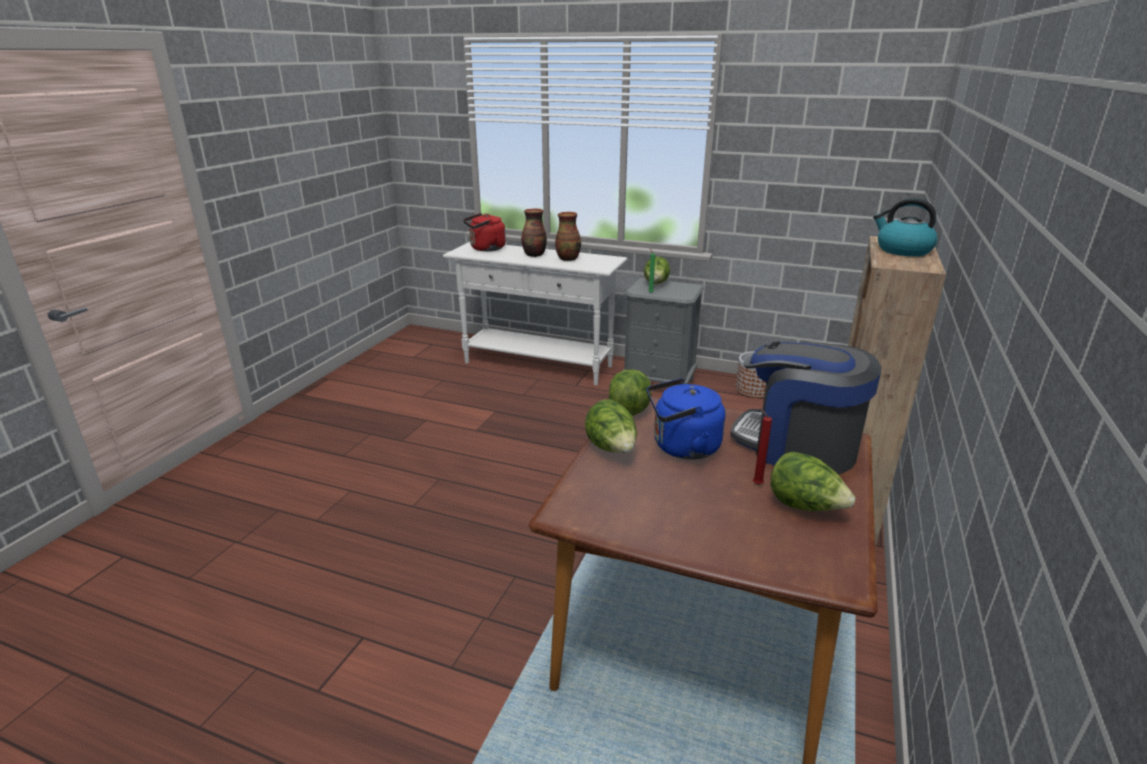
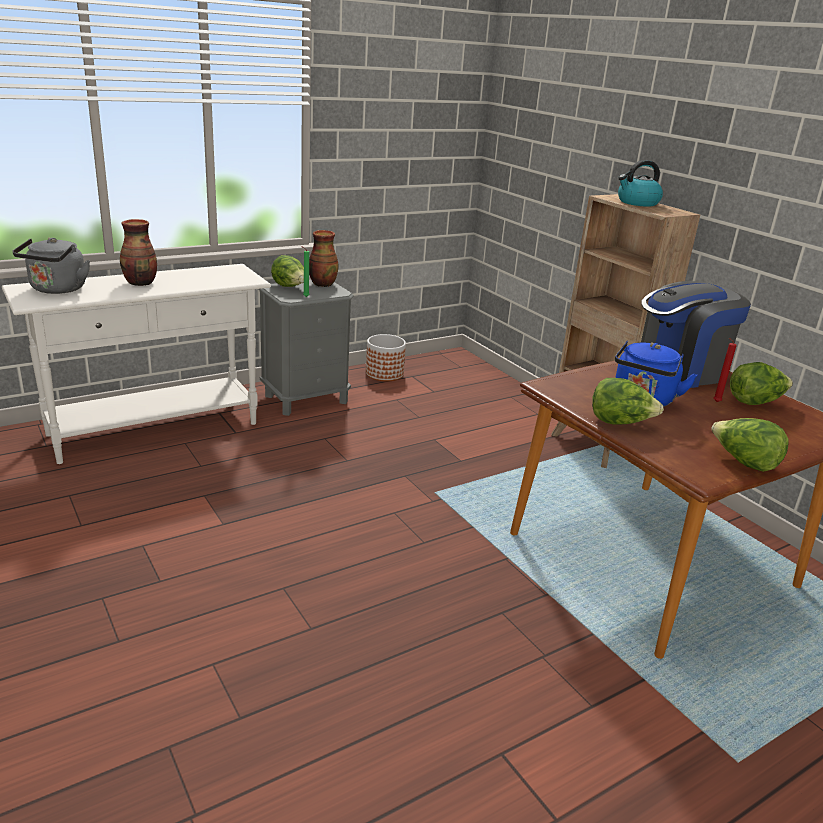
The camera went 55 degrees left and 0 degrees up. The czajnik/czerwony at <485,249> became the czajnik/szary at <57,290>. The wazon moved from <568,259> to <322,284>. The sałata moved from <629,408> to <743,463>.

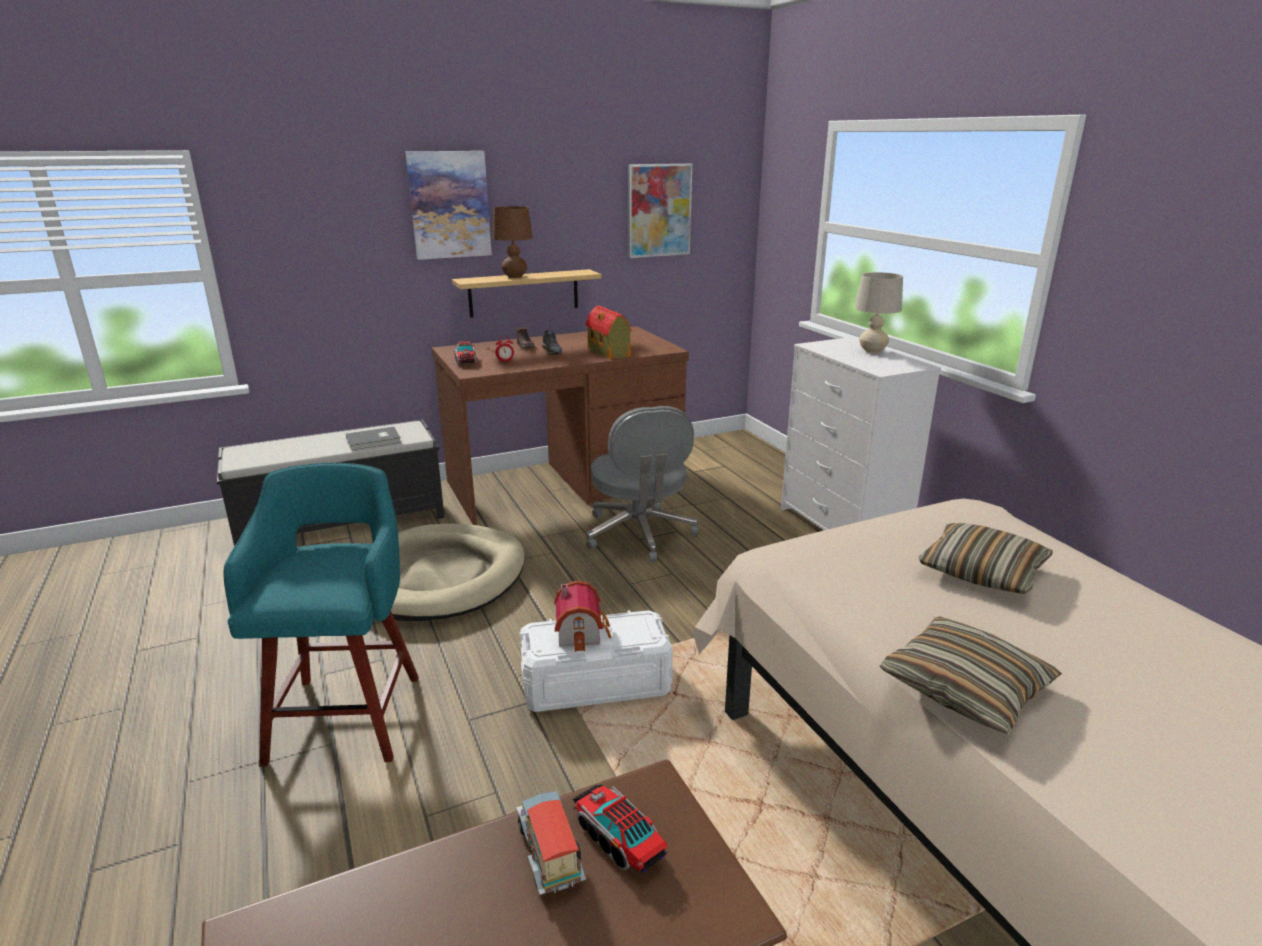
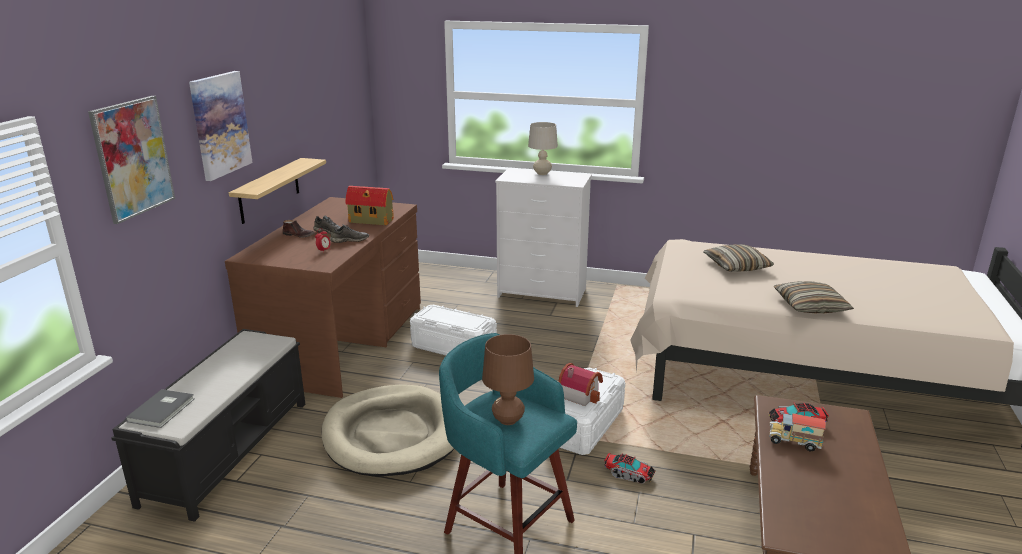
The camera went 50 degrees left and 0 degrees up. The książka/szary moved from <374,440> to <163,410>. The ciężarówka zabawkowa moved from <465,361> to <629,474>. The lampa stołowa/brązowy moved from <514,277> to <508,420>. The krzesło biurowe/szary at <639,534> was replaced by the pojemnik do przechowywania/biały at <454,347>. The obraz moved from <659,210> to <133,158>. The but/szary at <350,240> appeared.

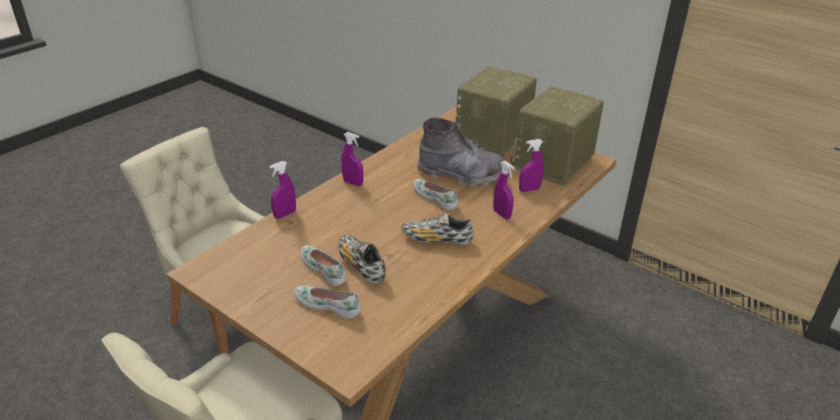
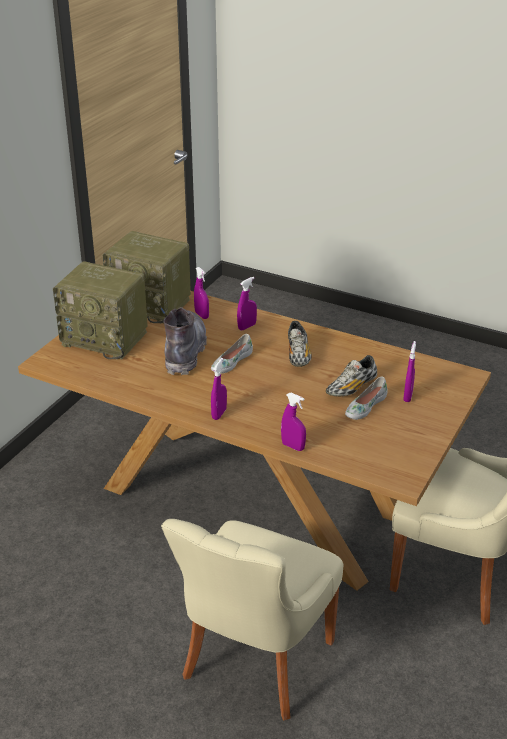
The camera went 100 degrees left and 0 degrees up. The but/biały at <328,305> was replaced by the spryskiwacz/fioletowy at <408,396>.

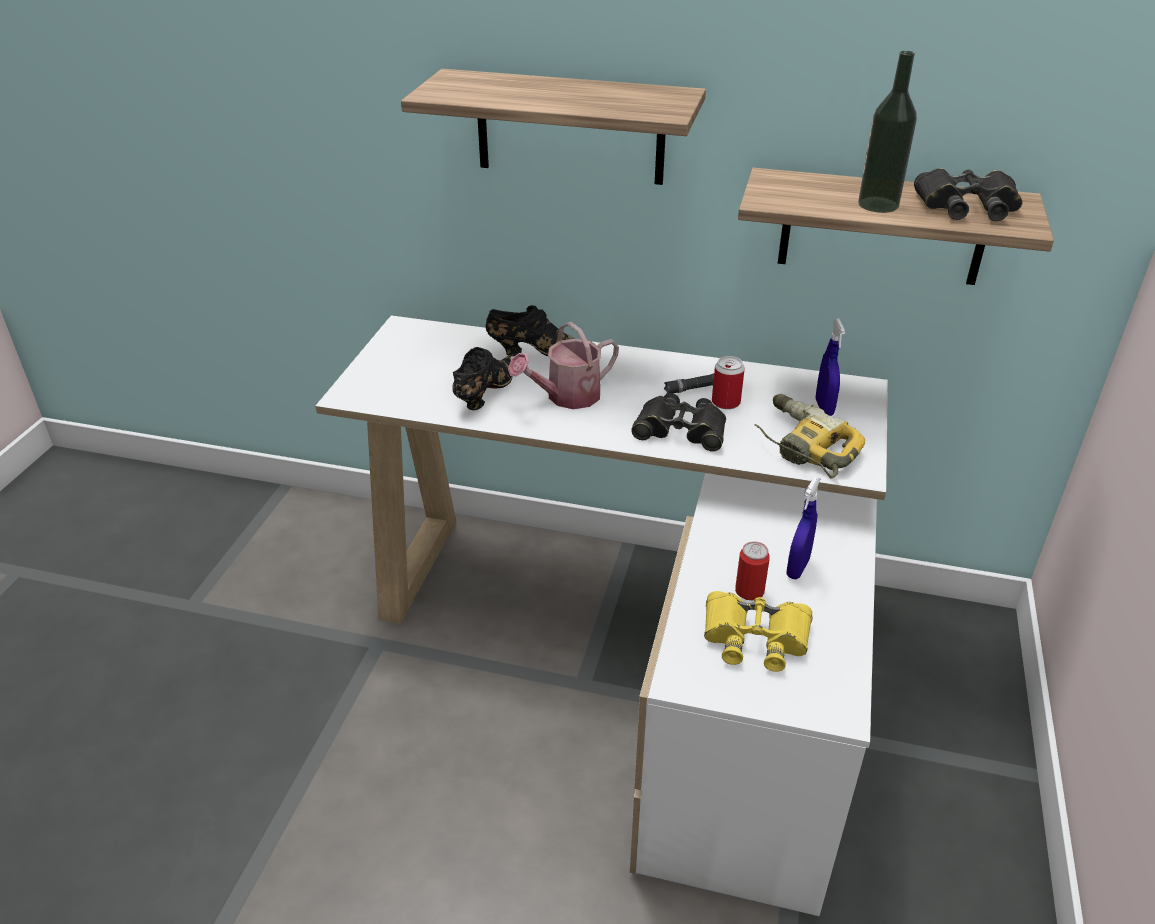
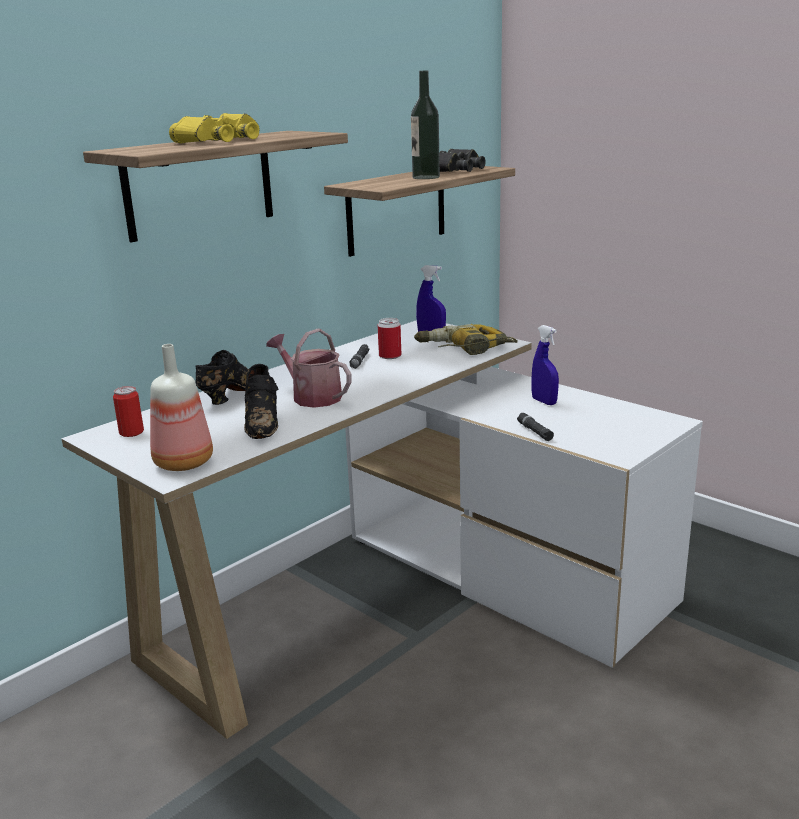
The camera went 60 degrees left and 15 degrees down. The but/czarny at <483,394> turned 150 degrees counterclockwise. The konewka at <566,397> turned 135 degrees clockwise. The lornetka/czarny at <680,430> disappeared. The lornetka/żółty moved from <755,637> to <220,141>. The puszka moved from <749,591> to <131,432>. The butelka at <185,463> appeared. The latarka/czarny at <534,431> appeared.

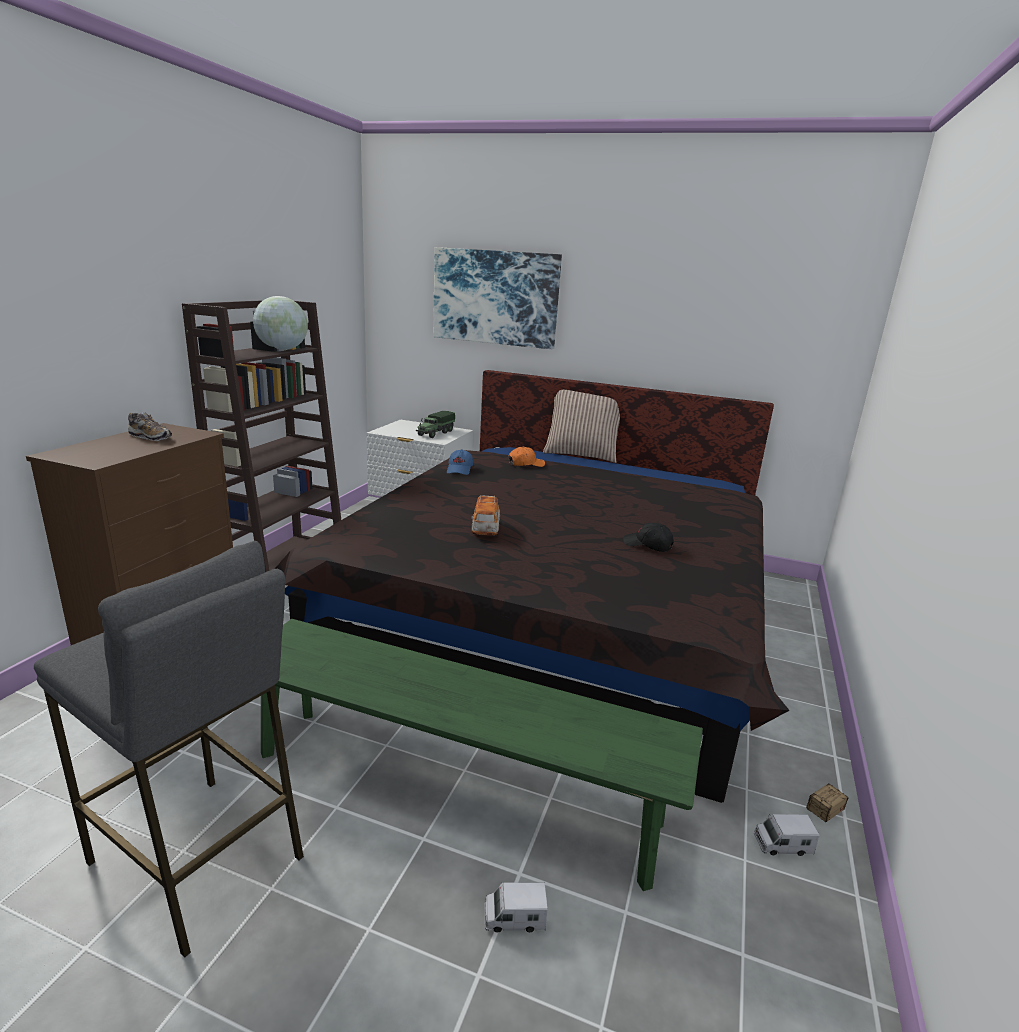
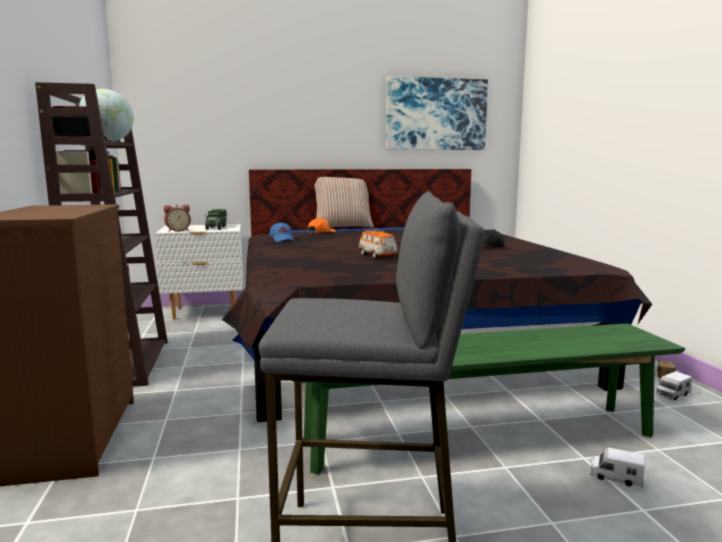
The camera went 30 degrees left and 10 degrees down. The but at <150,437> disappeared. The obraz moved from <495,297> to <436,114>. The ciężarówka zabawkowa at <514,918> turned 60 degrees clockwise. The budzik at <177,231> appeared.

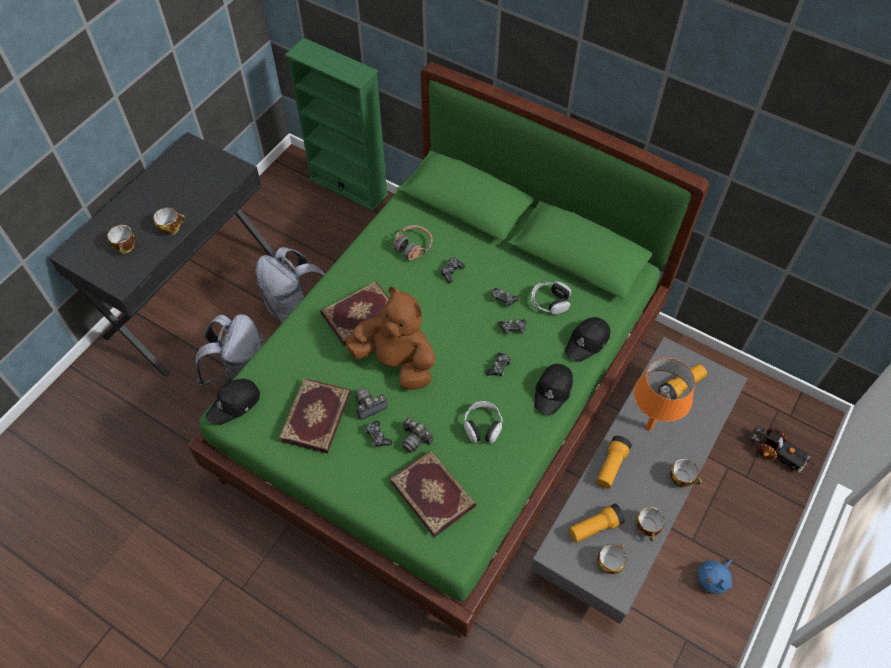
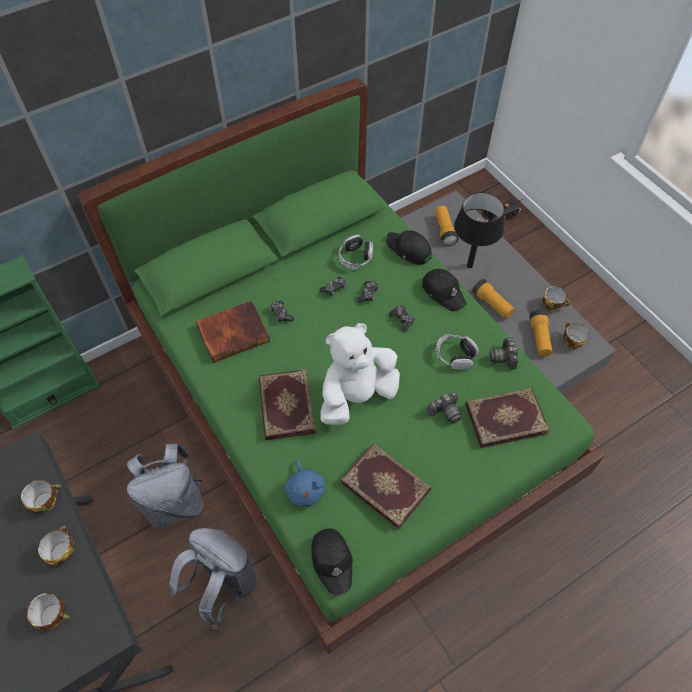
The camera went 65 degrees left and 0 degrees up. The pluszak/brązowy at <396,362> became the pluszak/biały at <356,395>. The aparat fotograficzny moved from <369,406> to <504,358>. The pad do gier at <377,436> disappeared. The słuchawki at <413,246> was replaced by the książka at <233,332>. The czapka z daszkiem/czarny at <587,342> turned 150 degrees clockwise. The lampa stołowa/pomarańczowy at <649,427> became the lampa stołowa/czarny at <470,266>. The filiżanka moved from <682,478> to <46,500>. The pluszak/niebieski moved from <713,579> to <305,489>.

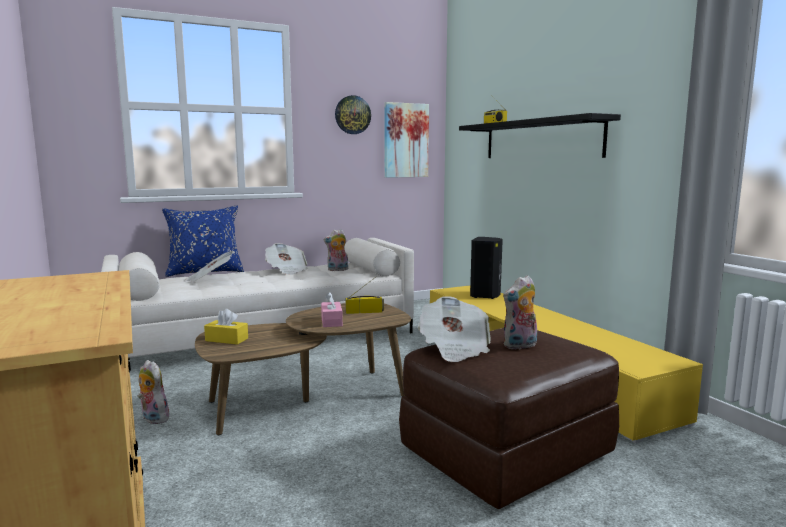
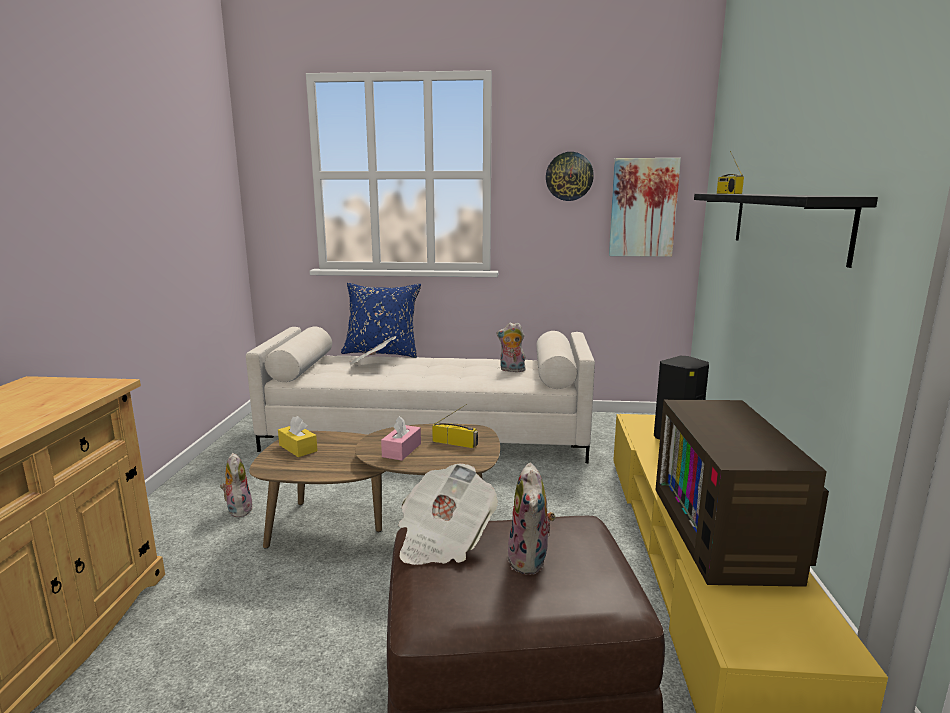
The camera went 30 degrees right and 5 degrees up. The gazeta at <286,270> disappeared. The pluszak at <520,346> turned 90 degrees counterclockwise. The telewizor at <727,532> appeared.

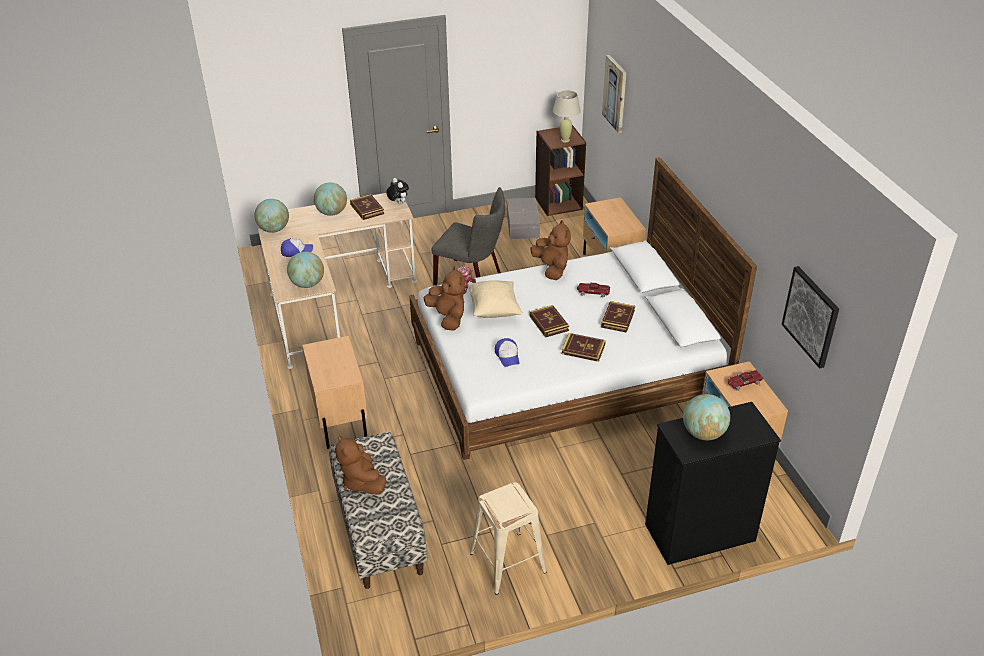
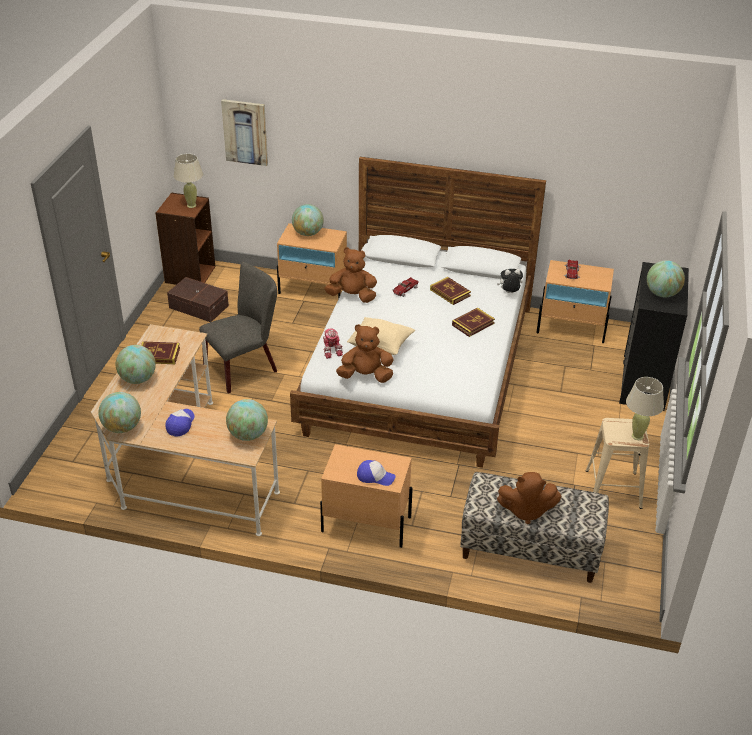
The camera went 60 degrees left and 0 degrees up. The pluszak moved from <398,203> to <509,293>. The czapka z daszkiem moved from <508,356> to <375,476>. The pojemnik do przechowywania/szary at <523,225> became the pojemnik do przechowywania/brązowy at <199,306>. The książka at <549,323> disappeared. The obraz at <811,316> disappeared. The globus at <308,233> appeared. The lampa stołowa/beżowy at <637,436> appeared.

